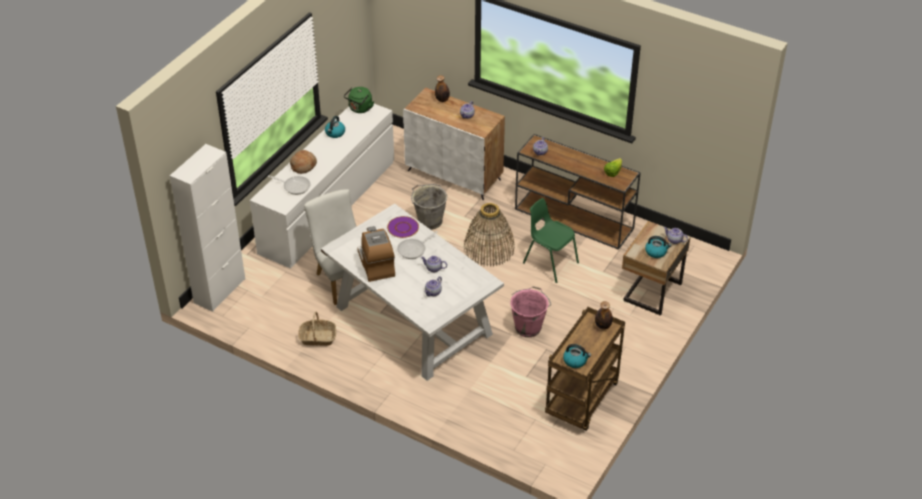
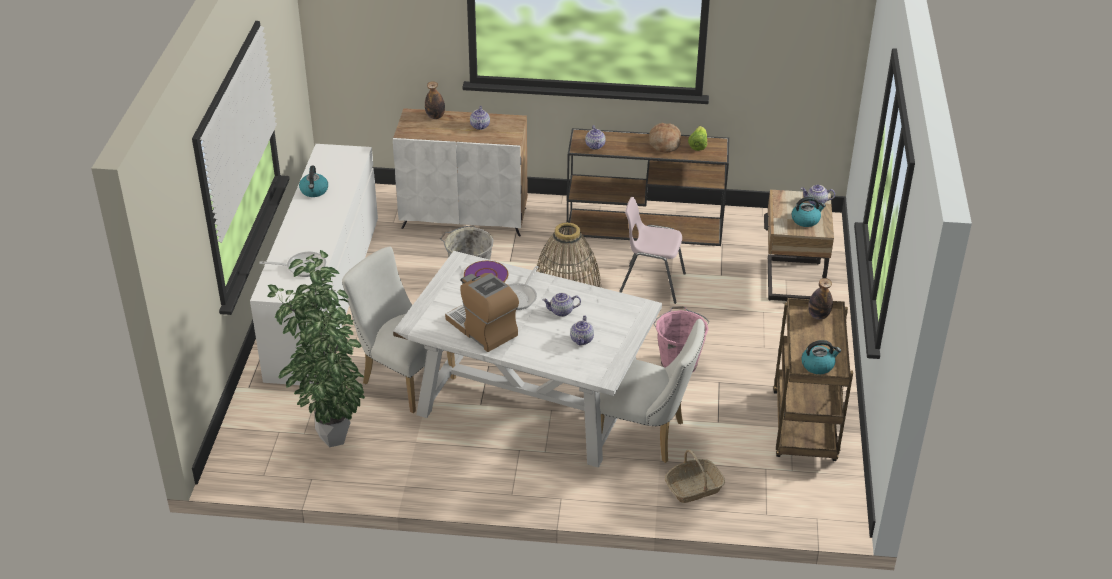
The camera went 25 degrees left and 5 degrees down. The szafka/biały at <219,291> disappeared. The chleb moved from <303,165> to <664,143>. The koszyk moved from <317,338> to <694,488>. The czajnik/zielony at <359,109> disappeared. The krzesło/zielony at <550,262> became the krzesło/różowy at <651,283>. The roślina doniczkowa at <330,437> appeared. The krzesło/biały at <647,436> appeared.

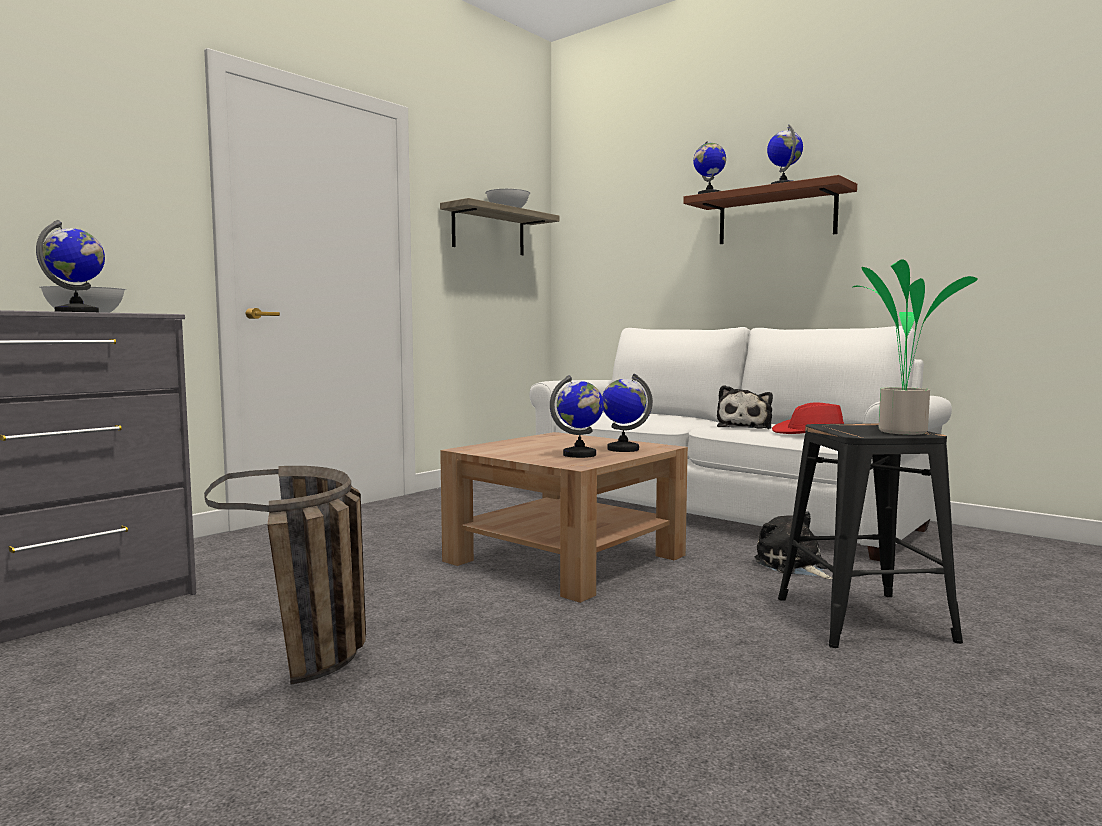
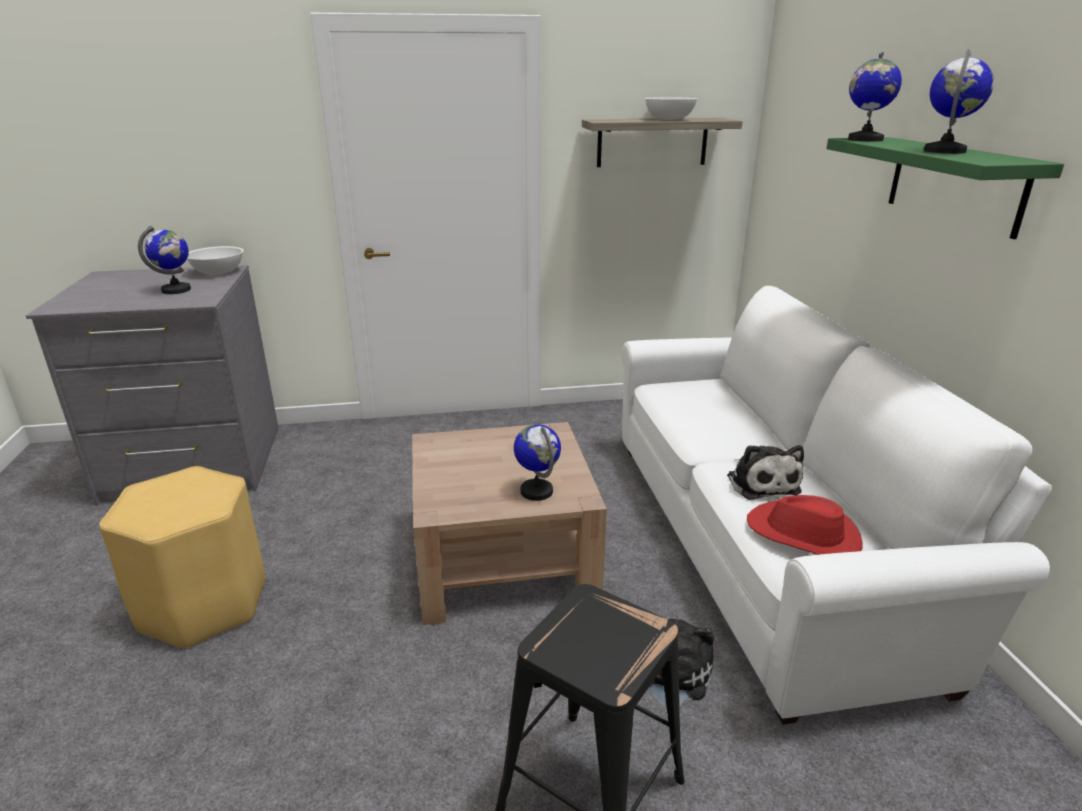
The camera went 40 degrees right and 20 degrees up. The koszyk at <314,666> was replaced by the stołek/żółty at <204,604>. The globus at <580,455> disappeared. The półka/brązowy at <776,216> became the półka/zielony at <954,184>. The pluszak at <745,427> turned 75 degrees counterclockwise. The roślina doniczkowa at <899,432> disappeared.

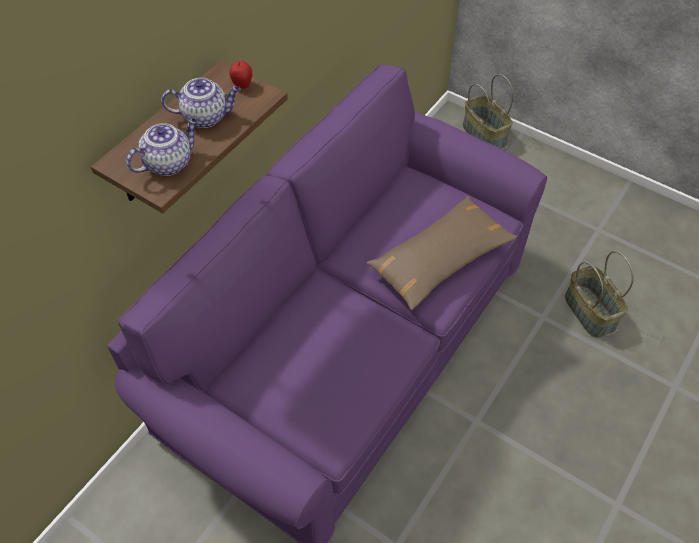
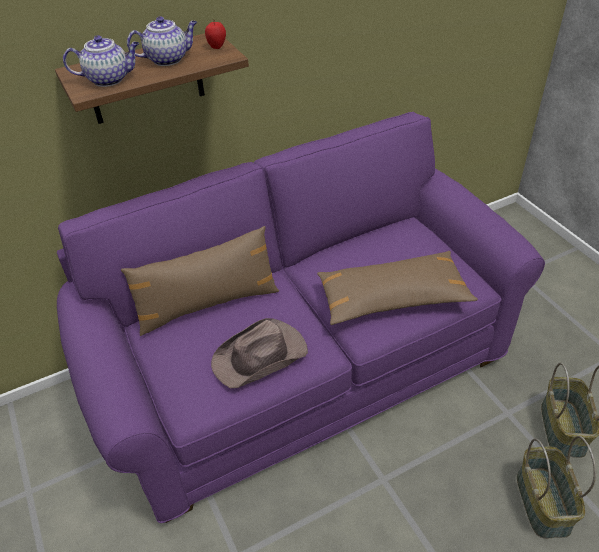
The camera went 30 degrees right and 10 degrees down. The imbryk at <206,117> turned 45 degrees counterclockwise. The koszyk moved from <485,135> to <544,503>. The poduszka/brązowy at <208,304> appeared. The kapelusz/brązowy at <261,357> appeared.

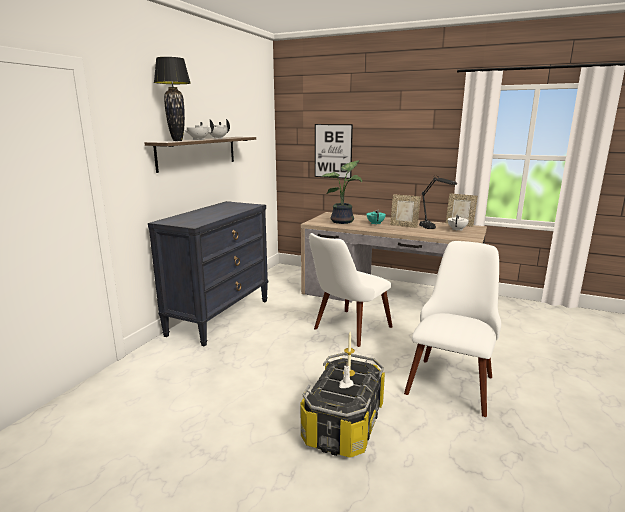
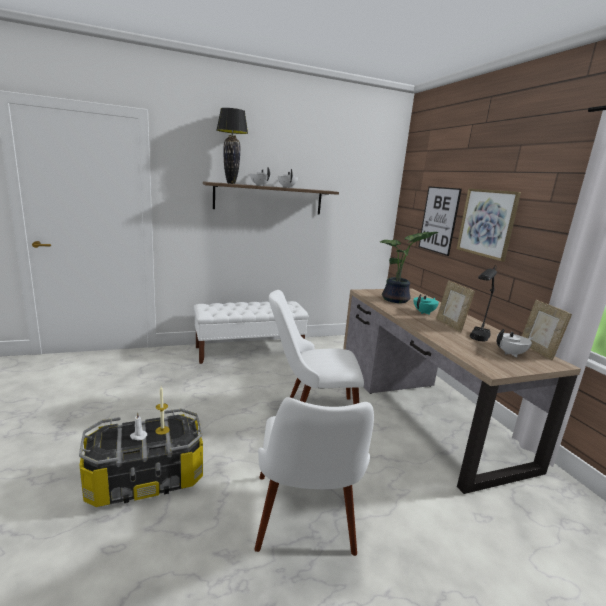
The camera went 45 degrees right and 0 degrees up. The komoda/czarny at <219,317> was replaced by the ławka/biały at <250,351>. The krzesło/biały at <452,378> turned 105 degrees clockwise. The obraz at <487,223> appeared.

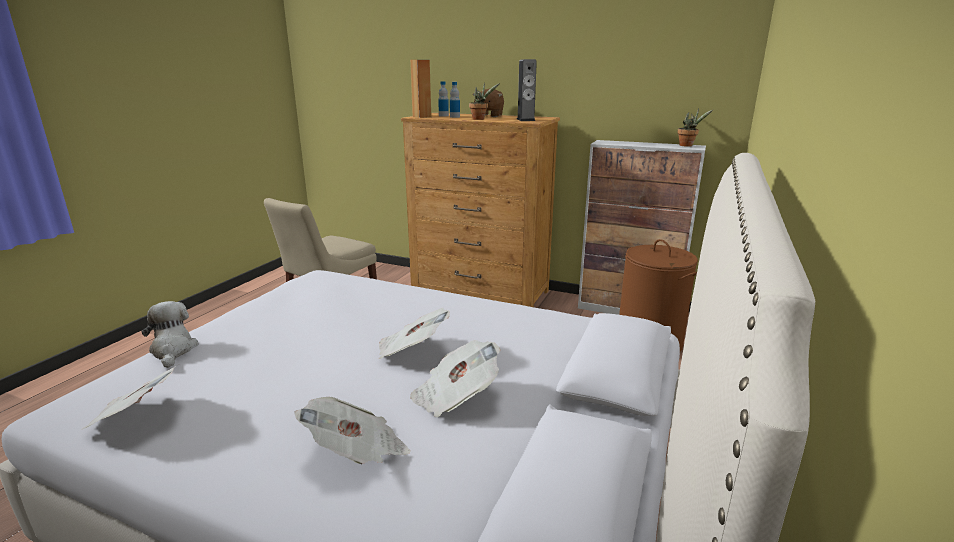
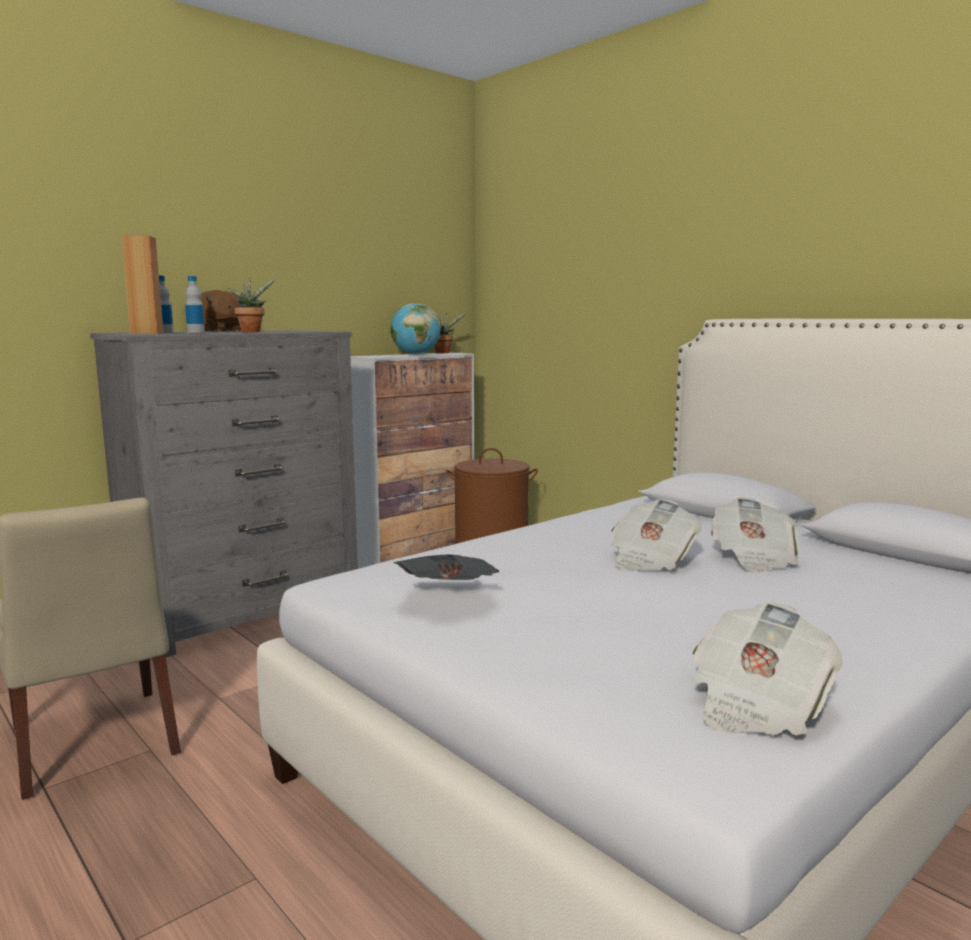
The camera went 65 degrees left and 10 degrees down. The pluszak at <173,350> disappeared. The gazeta moved from <357,452> to <448,596>. The komoda/brązowy at <480,292> became the komoda/szary at <246,613>. The głośnik at <525,120> disappeared. The globus at <415,354> appeared.

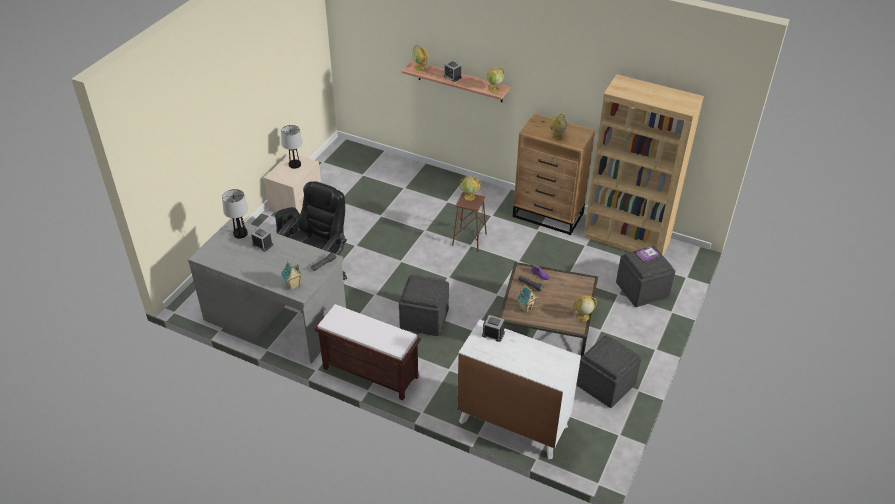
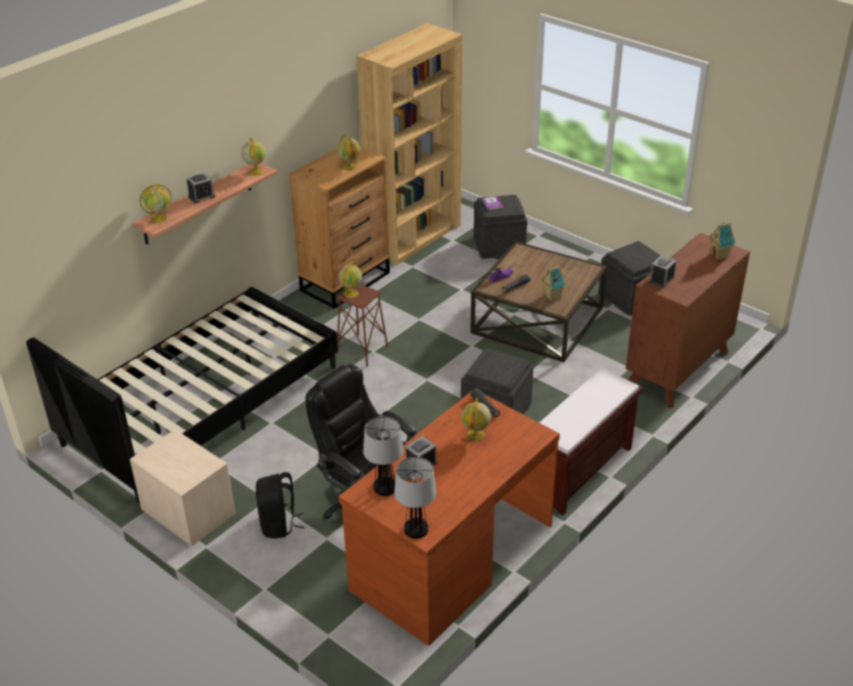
The camera went 75 degrees left and 5 degrees down. The biurko/szary at <275,318> became the biurko/brązowy at <451,557>. The lampa stołowa moved from <294,164> to <416,530>. The domek moved from <293,285> to <719,255>. The komoda/biały at <513,424> became the komoda/brązowy at <678,369>. The globus moved from <582,317> to <476,436>. The łóżko/czarny at <202,405> appeared.

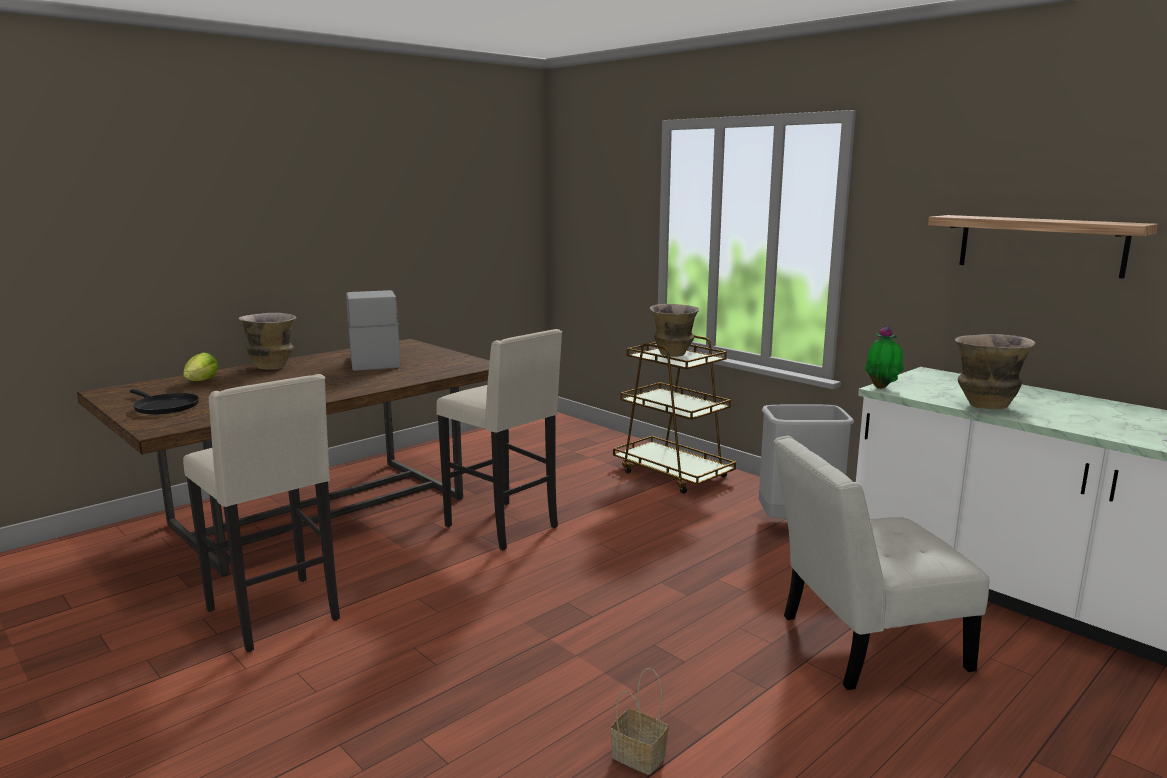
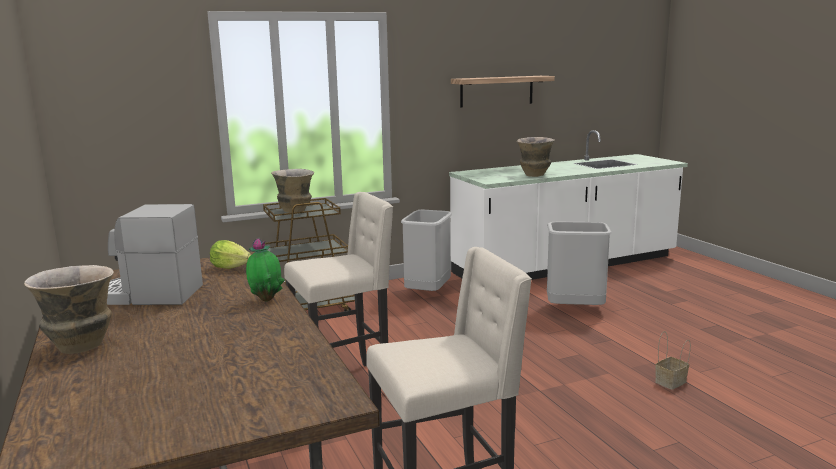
The camera went 70 degrees left and 0 degrees up. The patelnia/czarny at <164,407> disappeared. The sałata moved from <202,381> to <230,267>. The krzesło/biały at <863,644> was replaced by the kosz na śmieci/szary at <574,310>. The roślina doniczkowa moved from <882,387> to <266,299>.

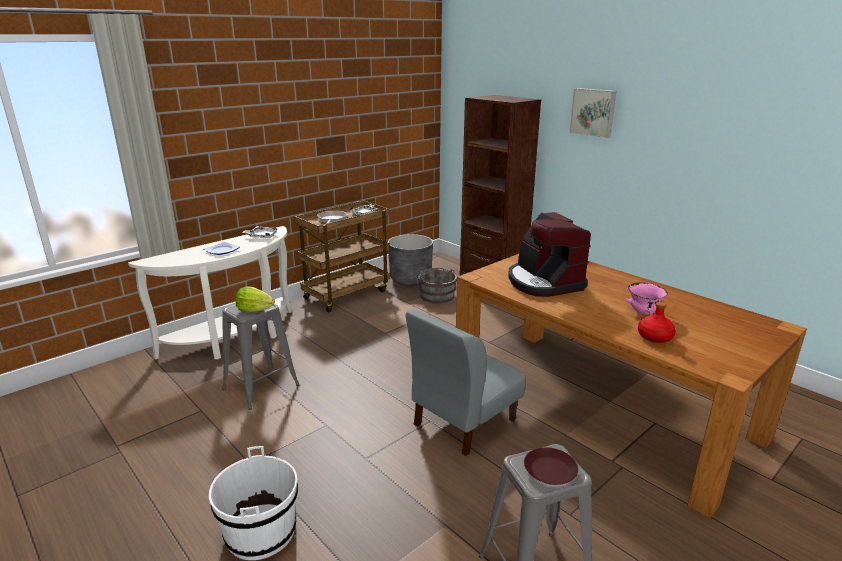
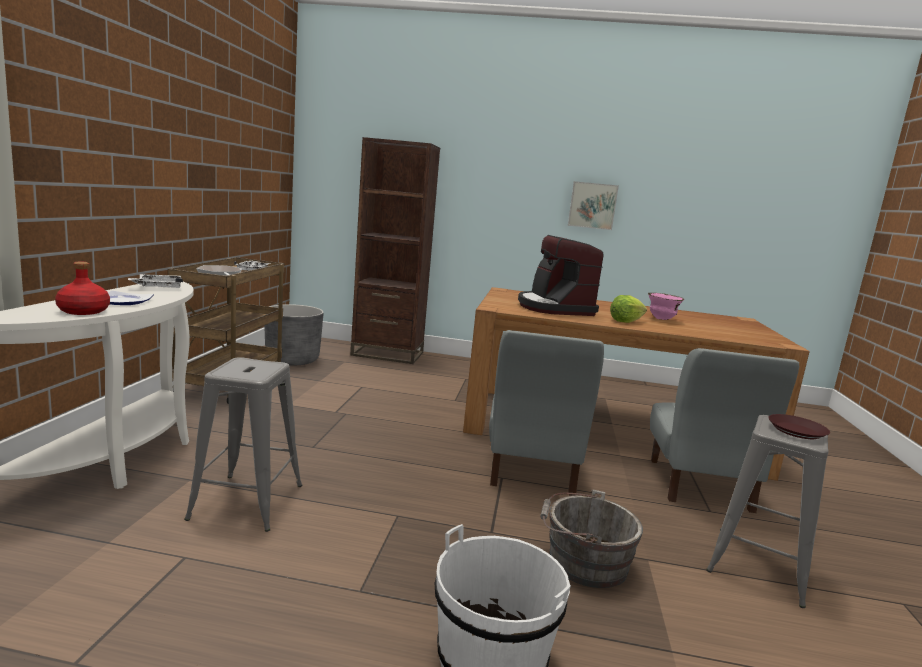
The camera went 40 degrees left and 10 degrees down. The sałata moved from <254,310> to <625,321>. The wiadro/szary moved from <435,295> to <582,561>. The ekspres do kawy at <544,282> turned 45 degrees clockwise. The obraz moved from <593,112> to <592,205>. The butelka/czerwony moved from <655,337> to <84,311>. The krzesło/szary at <698,485> appeared.

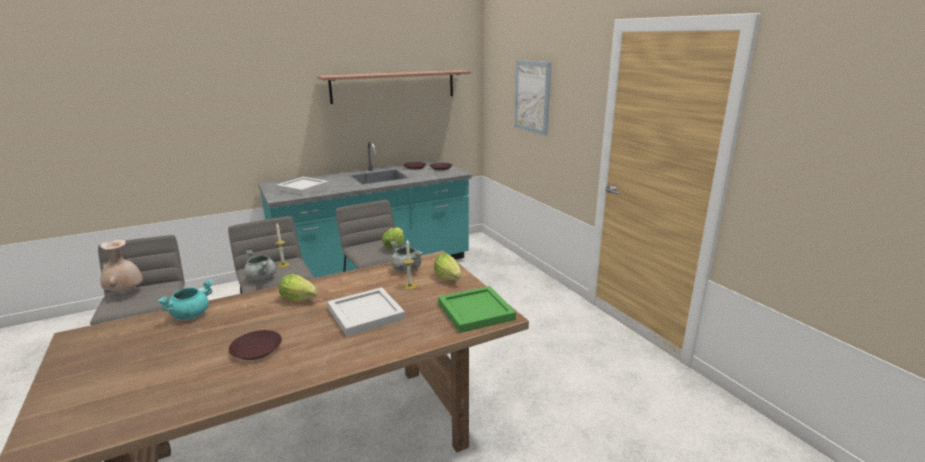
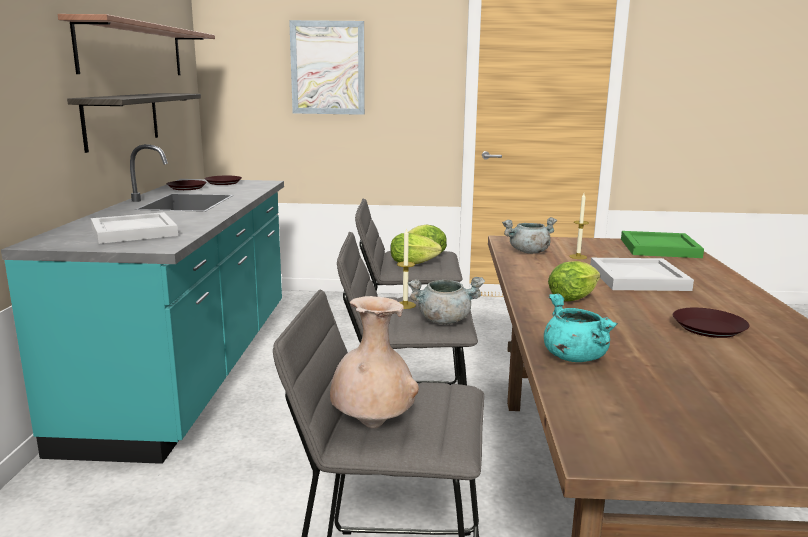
The camera went 60 degrees left and 5 degrees down. The sałata moved from <449,279> to <415,263>. The półka at <122,120> appeared.

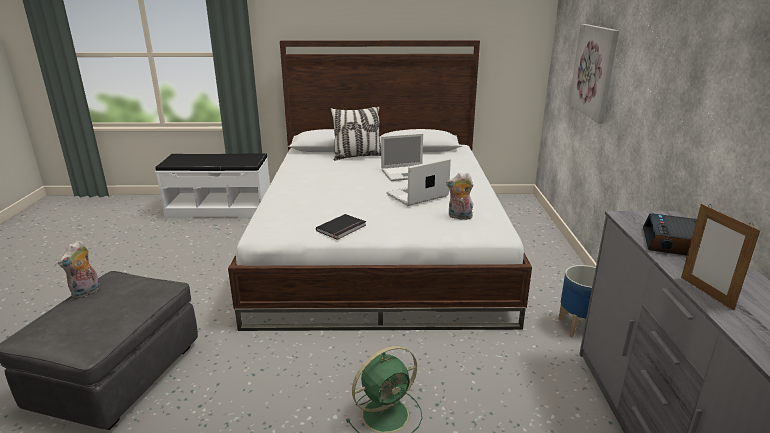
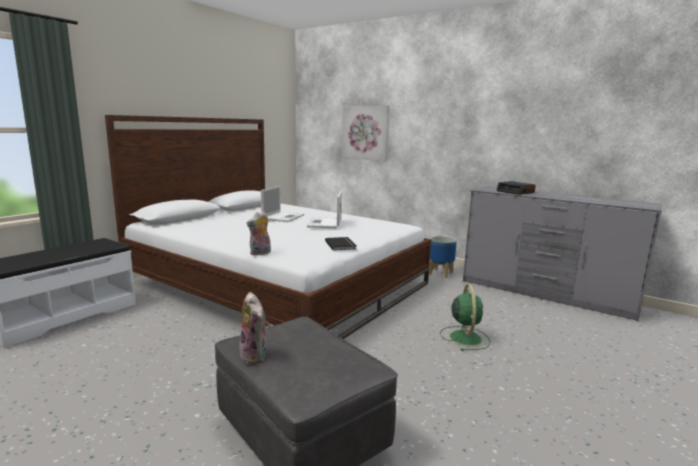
The camera went 55 degrees left and 10 degrees down. The poduszka at <357,156> disappeared. The pluszak moved from <459,217> to <260,253>. The ramka na zdjęcie at <706,293> disappeared.

